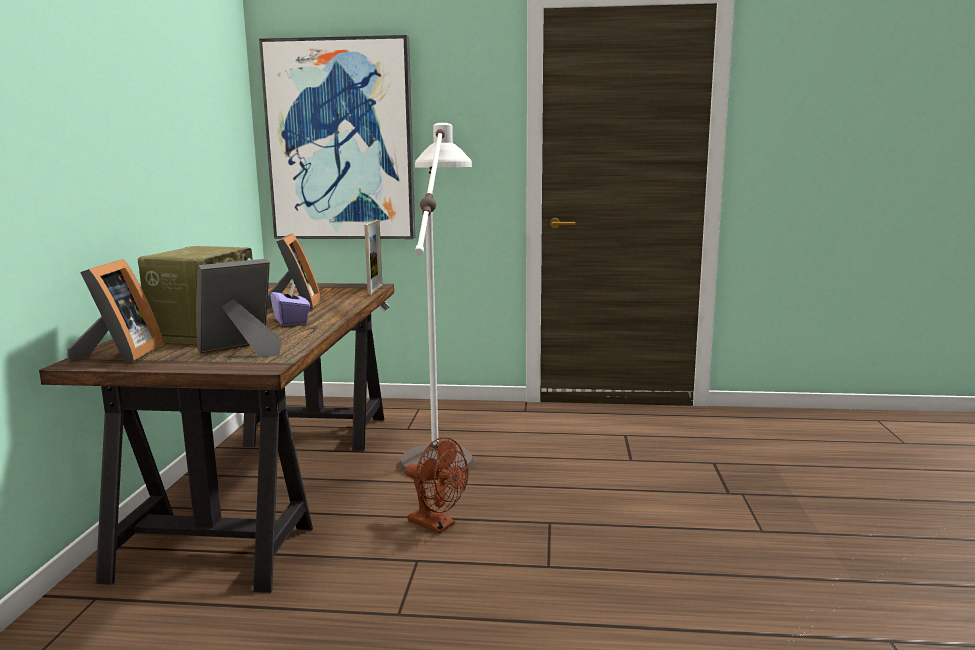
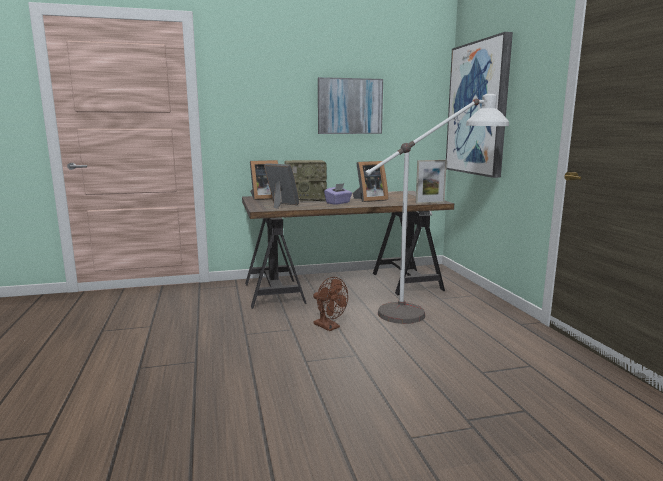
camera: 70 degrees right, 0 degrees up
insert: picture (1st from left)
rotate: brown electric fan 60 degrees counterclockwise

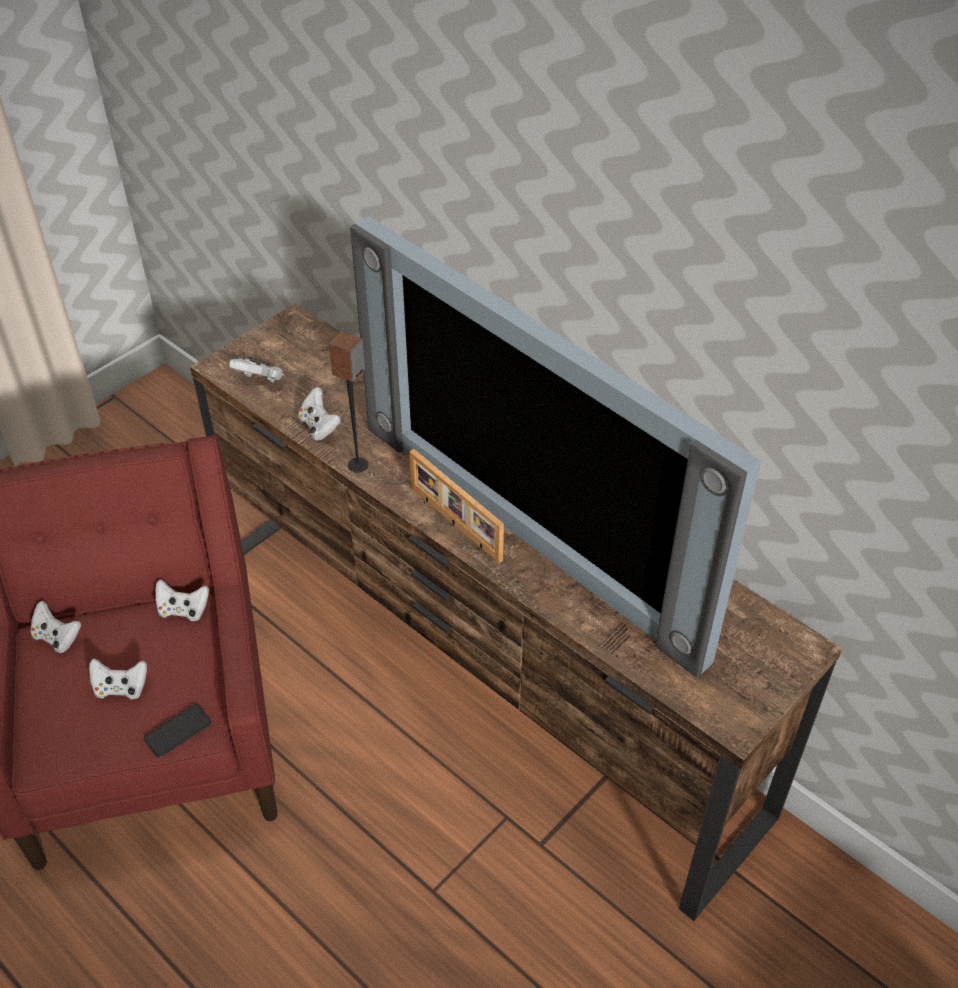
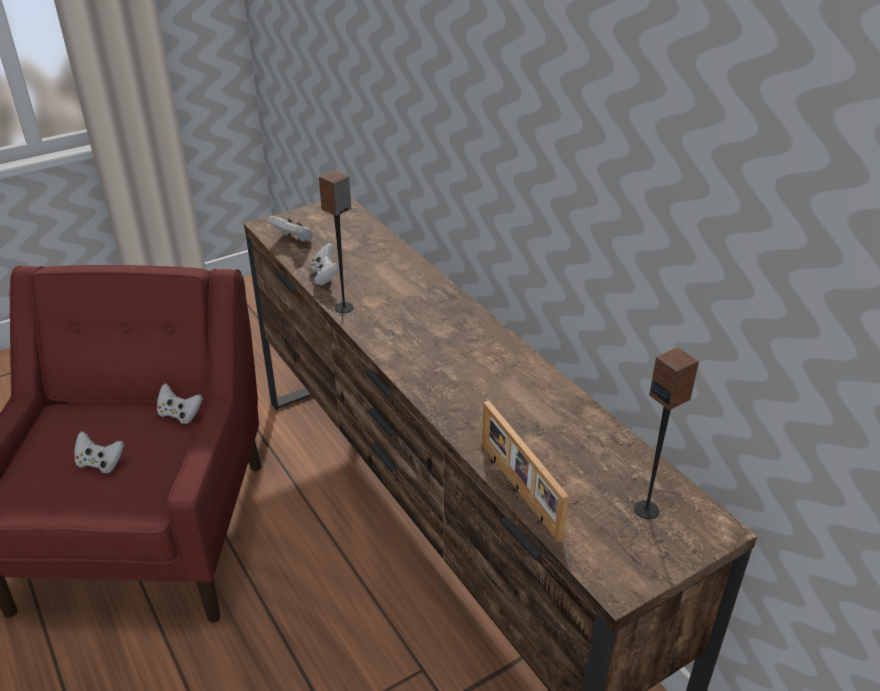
camera: 15 degrees right, 10 degrees down
delete: whitish gamepad (1st from left); phone; TV
insert: audio speaker (2nd from left)
move: photo frame

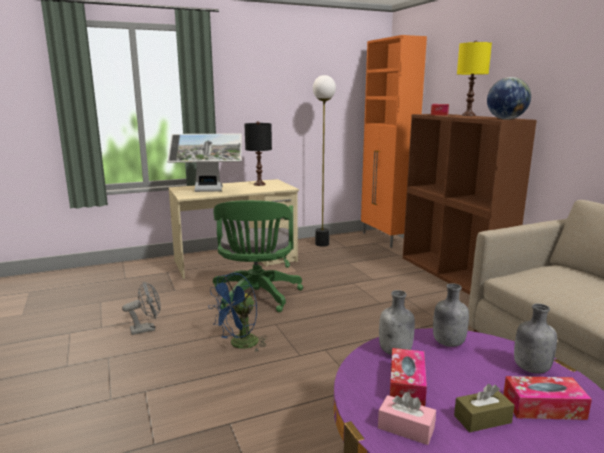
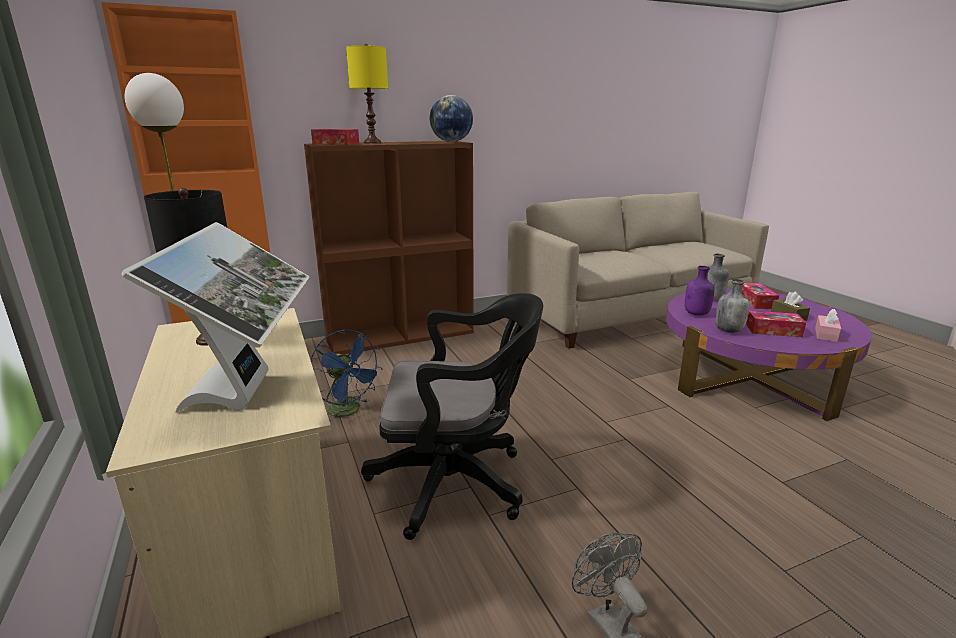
camera: 90 degrees left, 5 degrees up
move: blue electric fan
recolor: green-coloured computer chair to black computer chair; gray bottle (2nd from left) to purple bottle

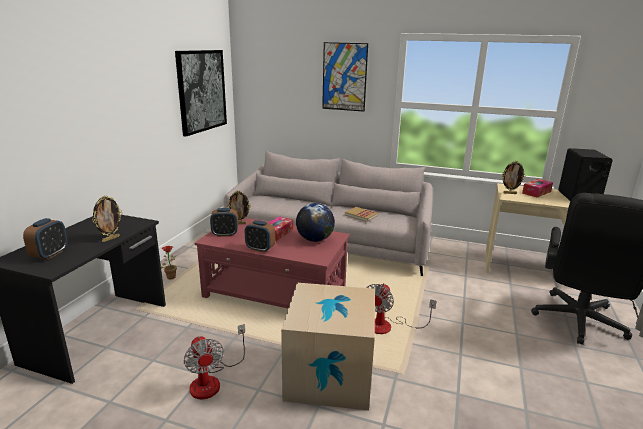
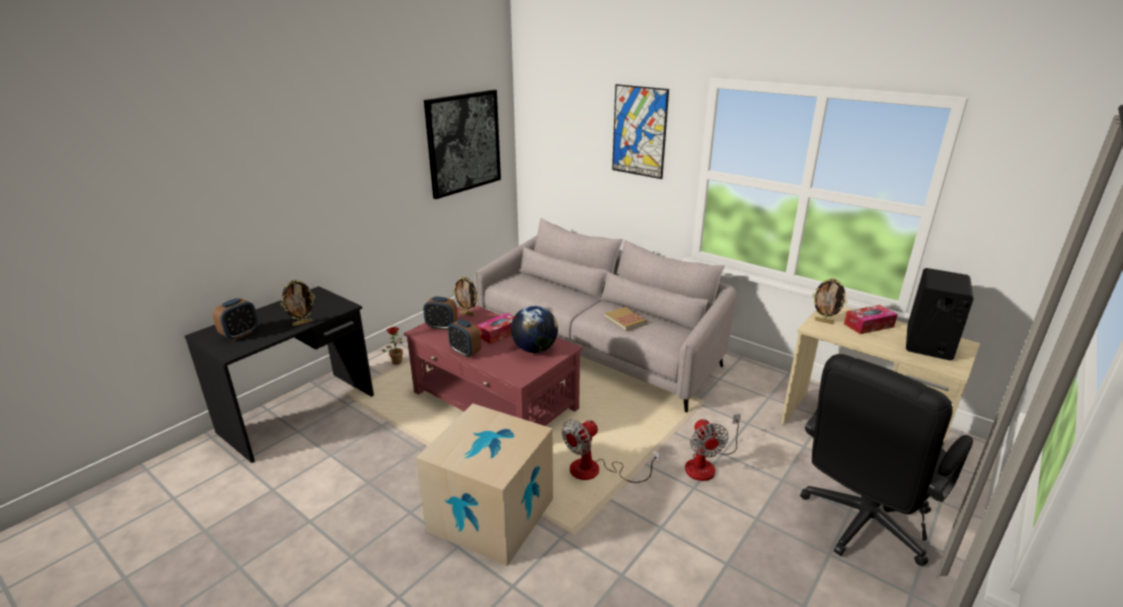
camera: 20 degrees right, 5 degrees up
move: electric fan (1st from left in the first image) to electric fan (2nd from left)

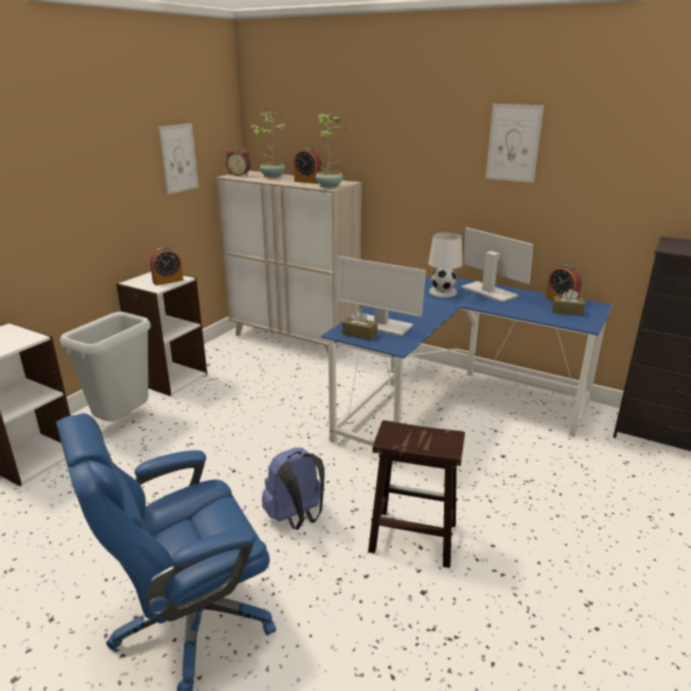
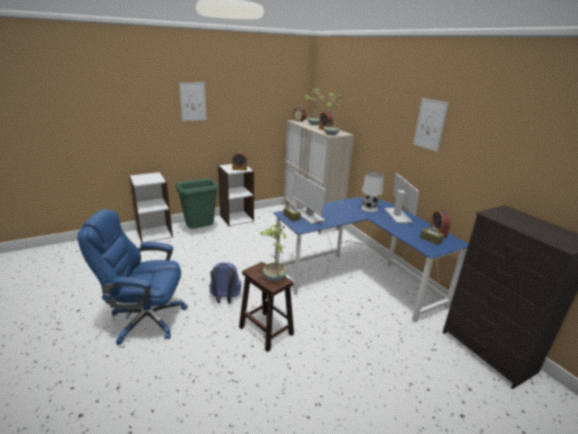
camera: 30 degrees right, 0 degrees up
insert: houseplant (1st from left)
move: picture (1st from left)
recolor: gray rubbish bin to green-coloured rubbish bin

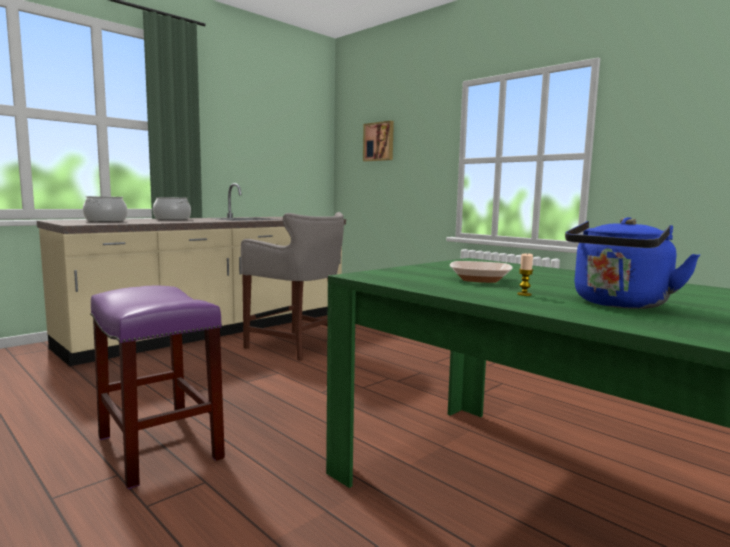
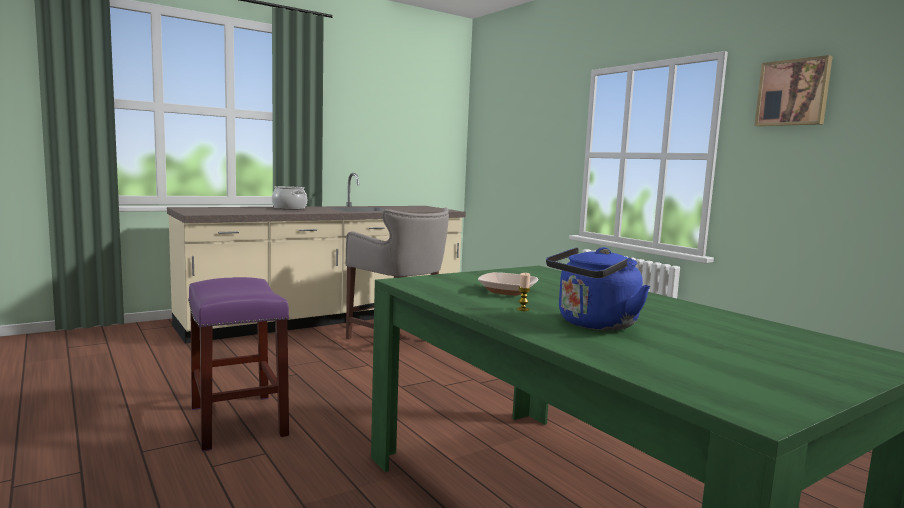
camera: 10 degrees right, 0 degrees up
delete: saucepot (1st from left)
move: picture

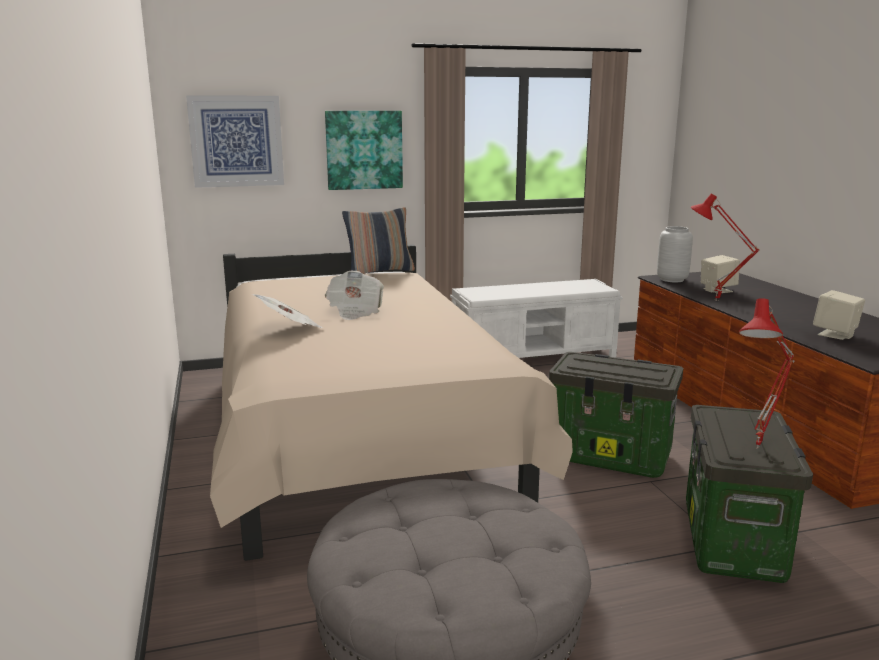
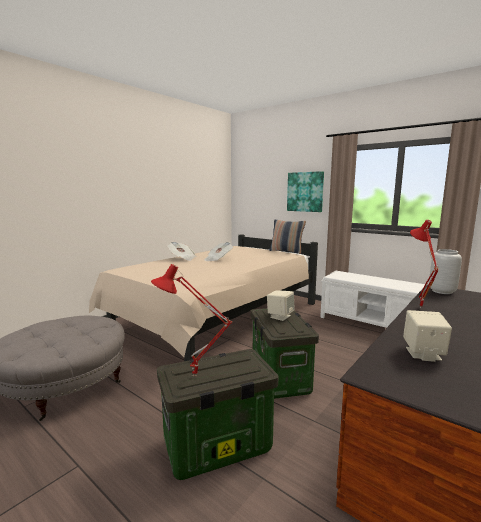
camera: 55 degrees right, 5 degrees down
delete: picture (1st from left)
move: sand-coloured audio speaker (1st from left)

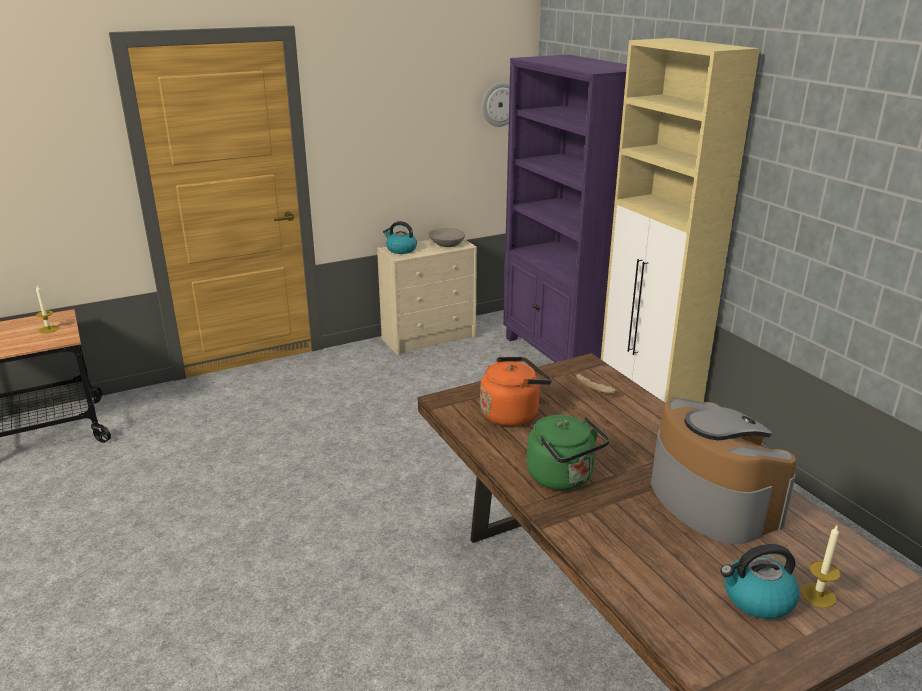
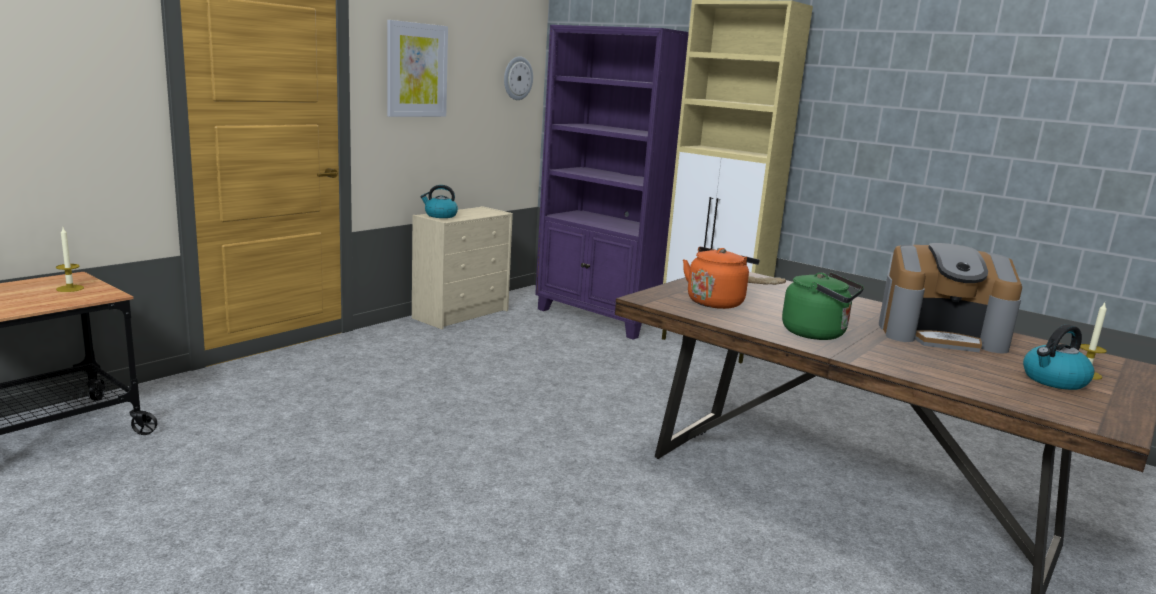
camera: 25 degrees left, 10 degrees down
delete: gray serving bowl
insert: picture
rotate: coffee maker 150 degrees clockwise

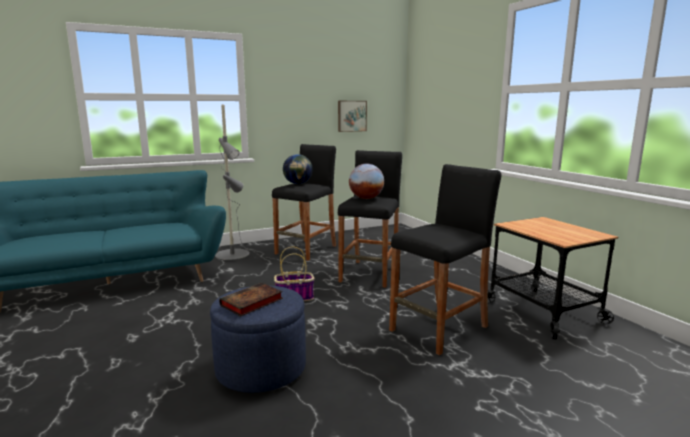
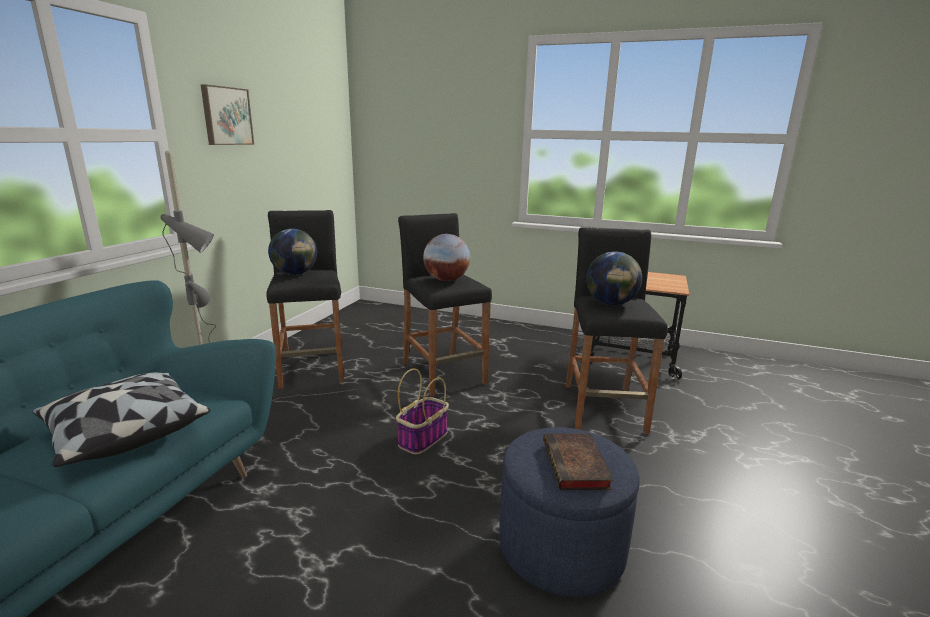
camera: 45 degrees left, 5 degrees up
insert: throw pillow; world globe (3rd from left)
move: picture

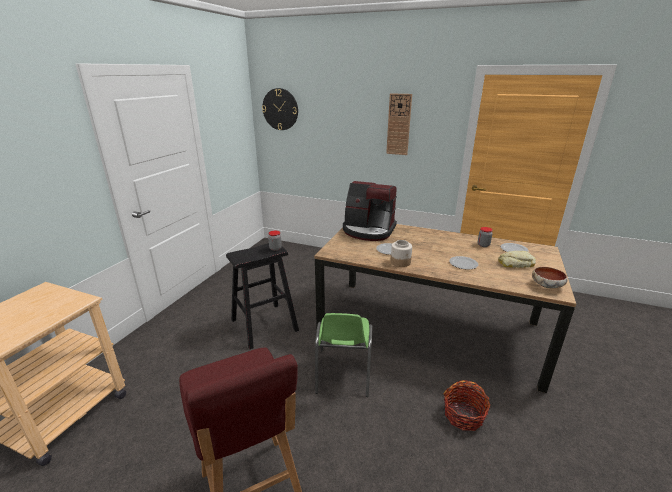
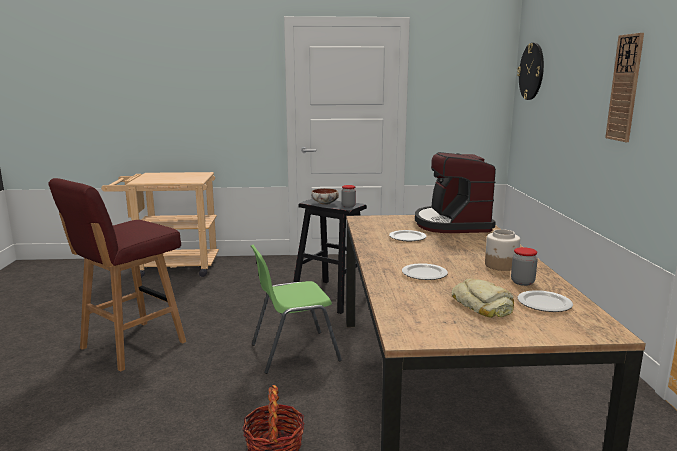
camera: 65 degrees right, 10 degrees down
move: preserve jar (2nd from left); serving bowl

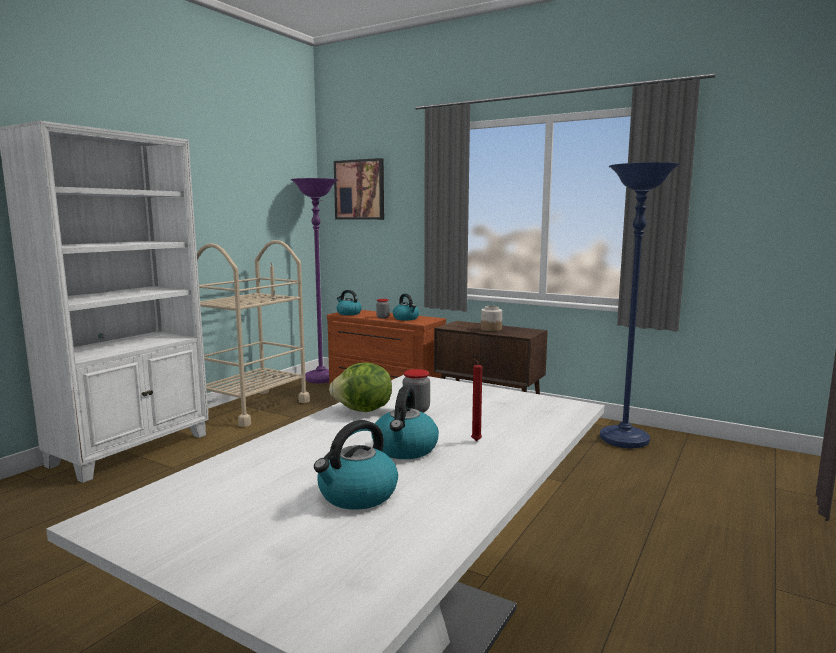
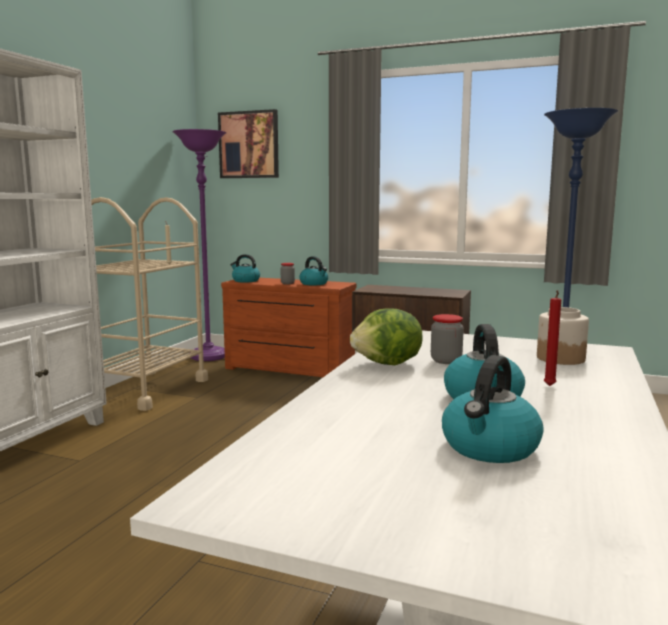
camera: 10 degrees left, 0 degrees up
move: preserve jar (3rd from left)

